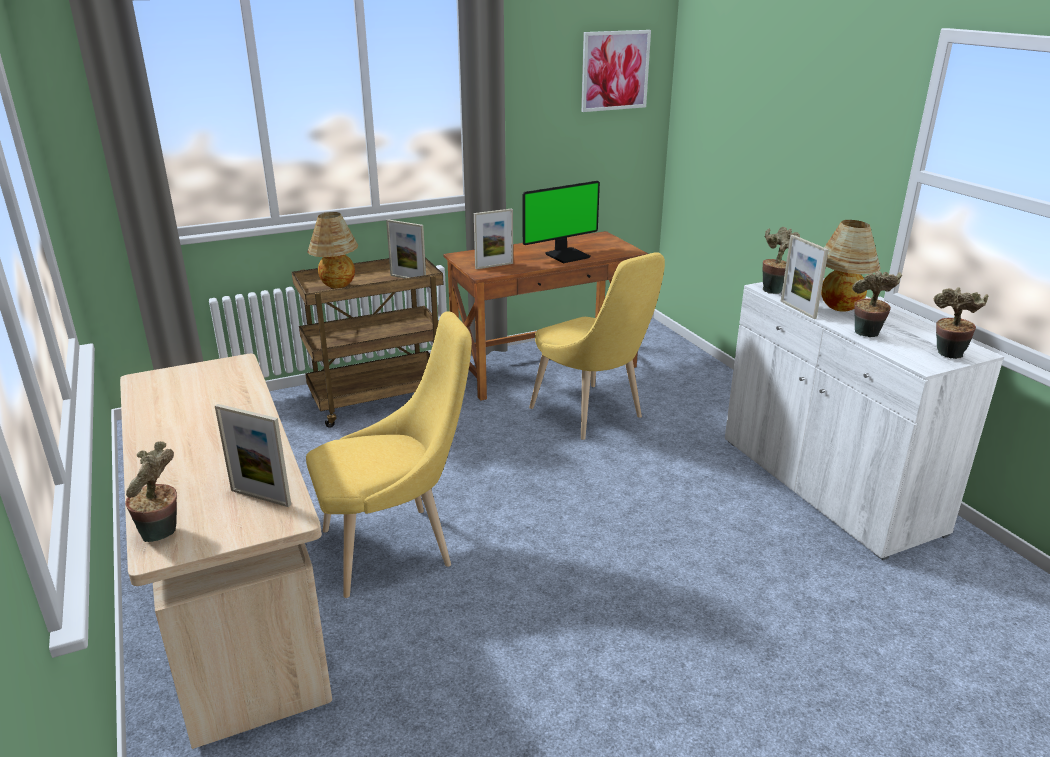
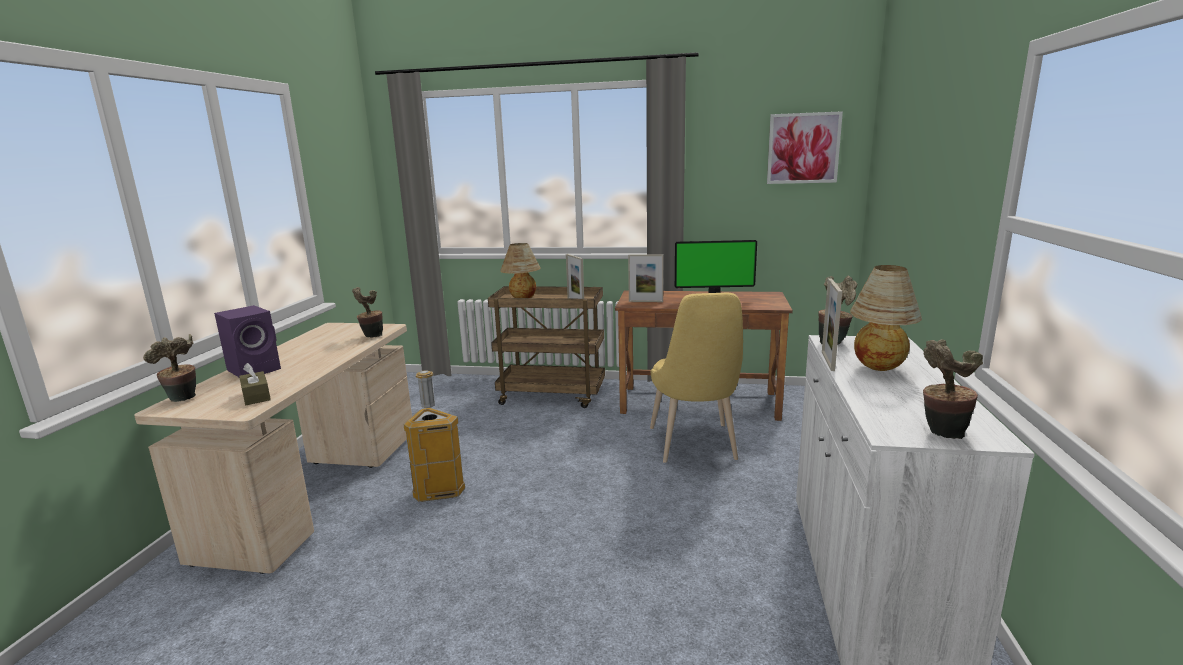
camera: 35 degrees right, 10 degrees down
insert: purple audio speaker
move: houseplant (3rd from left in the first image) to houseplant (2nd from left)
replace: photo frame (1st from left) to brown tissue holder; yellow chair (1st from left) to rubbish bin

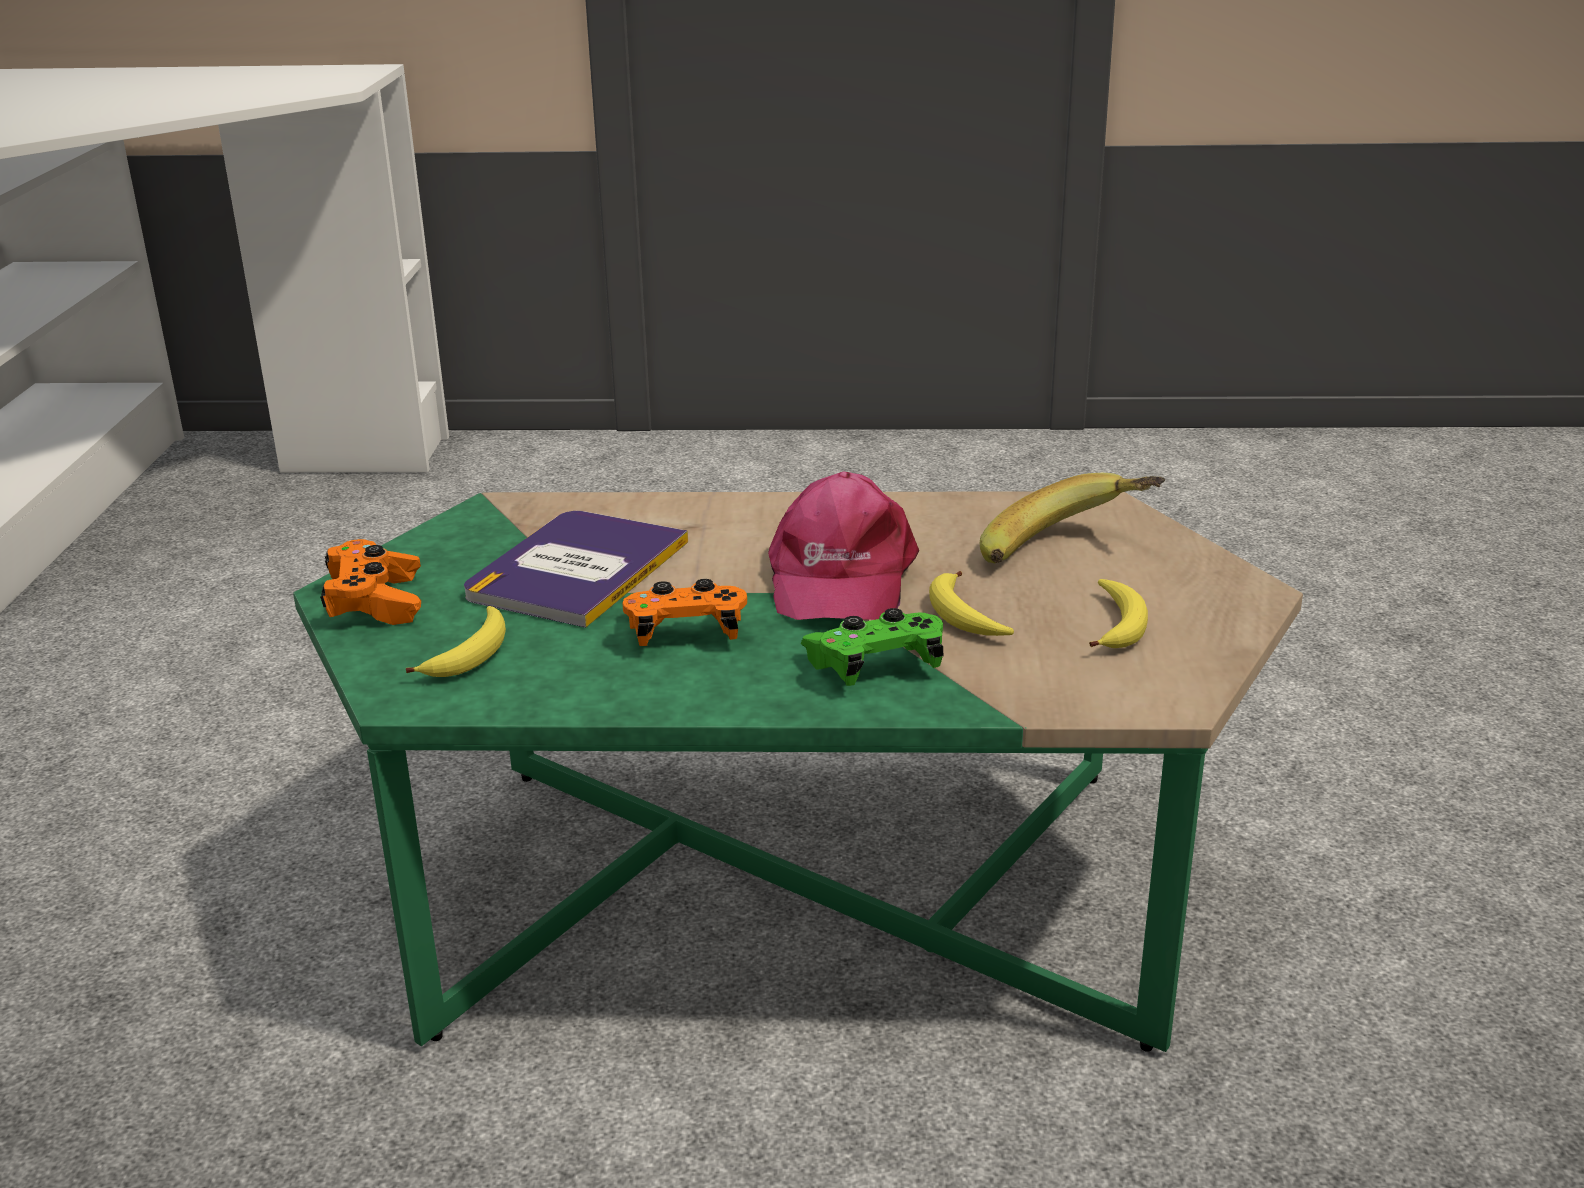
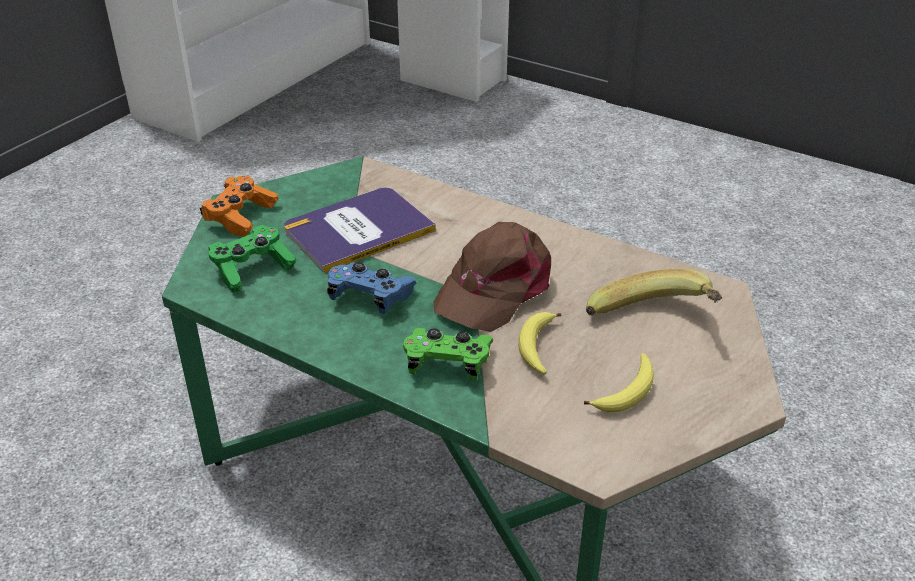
camera: 30 degrees right, 10 degrees up
replace: whole banana (1st from left) to green-coloured gamepad (1st from left)
recolor: orange gamepad (2nd from left) to blue gamepad; pink-coloured peaked cap to brown peaked cap

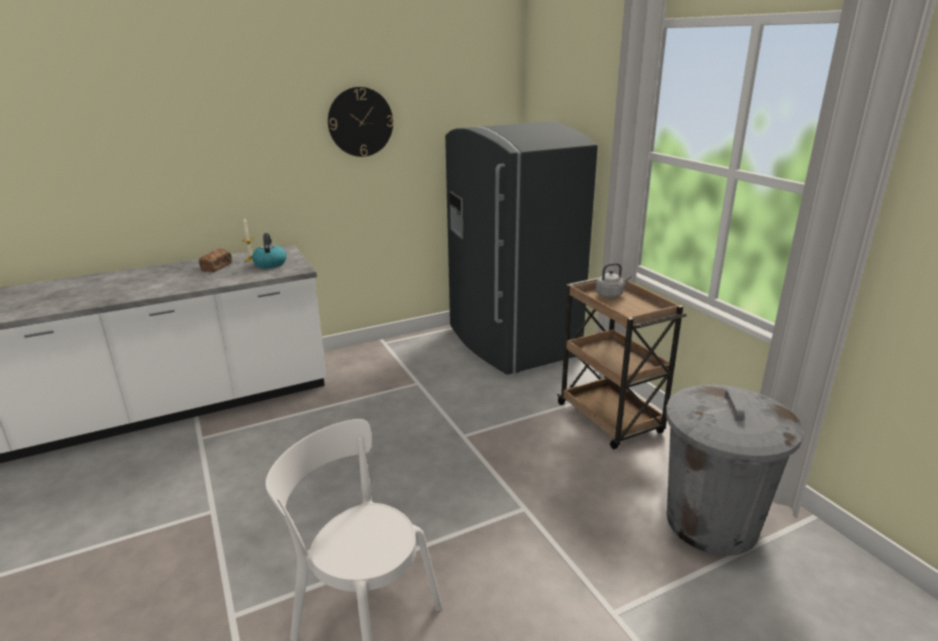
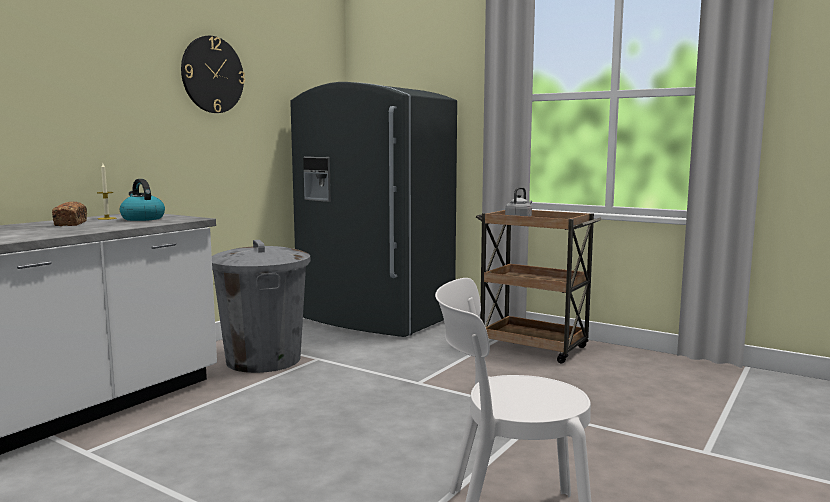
camera: 30 degrees left, 15 degrees down
move: gray rubbish bin

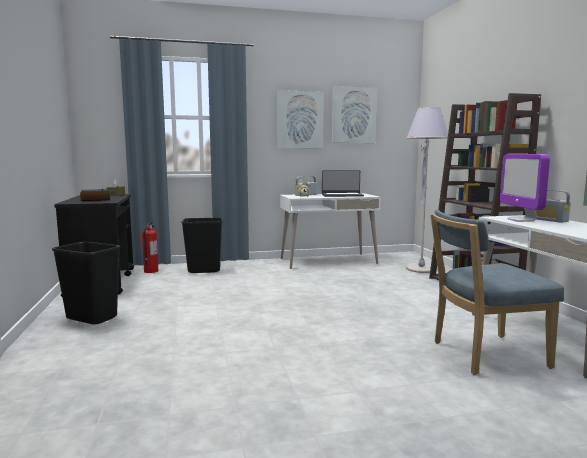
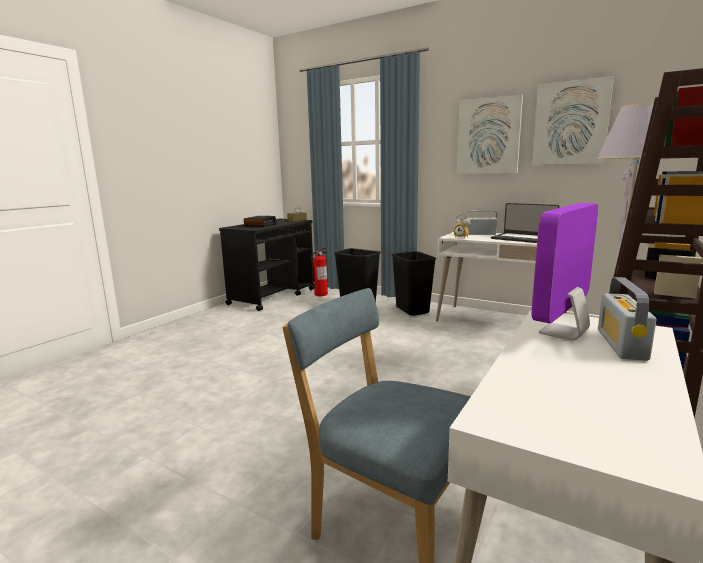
camera: 45 degrees right, 5 degrees up
move: black rubbish bin (1st from left in the first image) to black rubbish bin (2nd from left)

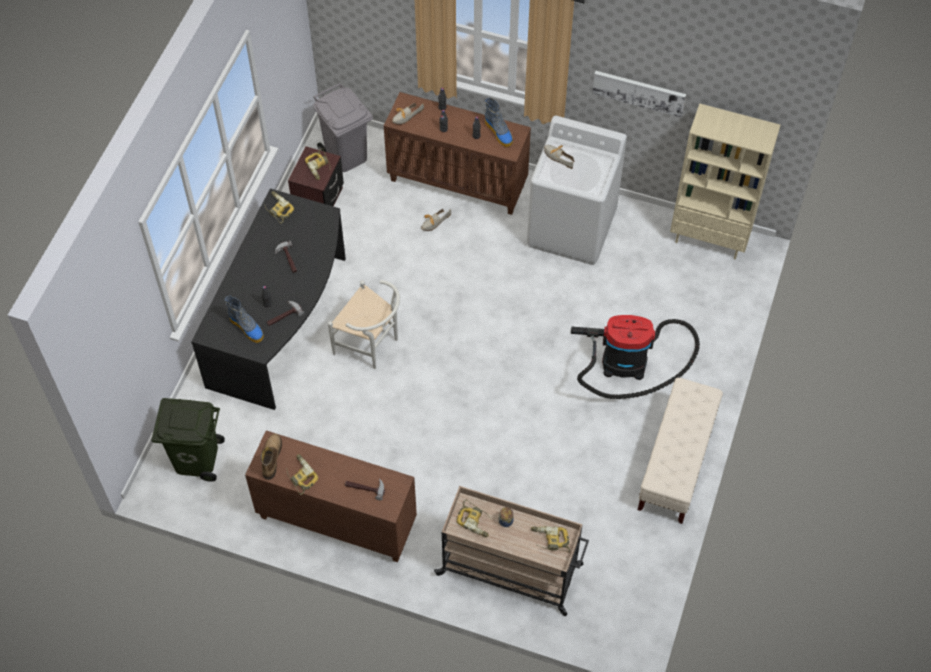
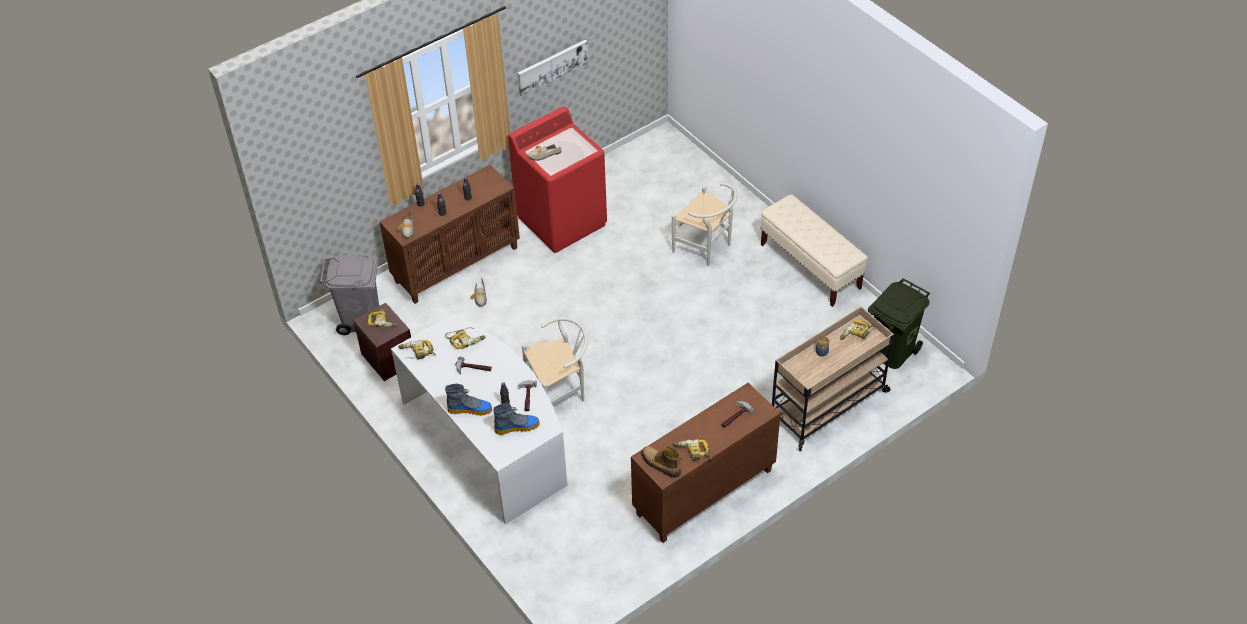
camera: 55 degrees left, 10 degrees down
delete: sand-coloured shelving unit
move: green-coloured rubbish bin; power drill (4th from left in the first image) to power drill (3rd from left); high-top boot (3rd from left in the first image) to high-top boot (1st from left)
replace: vacuum to whitish chair (2nd from left)
recolor: black desk unit to whitish desk unit; whitish laundry machine to reddish laundry machine

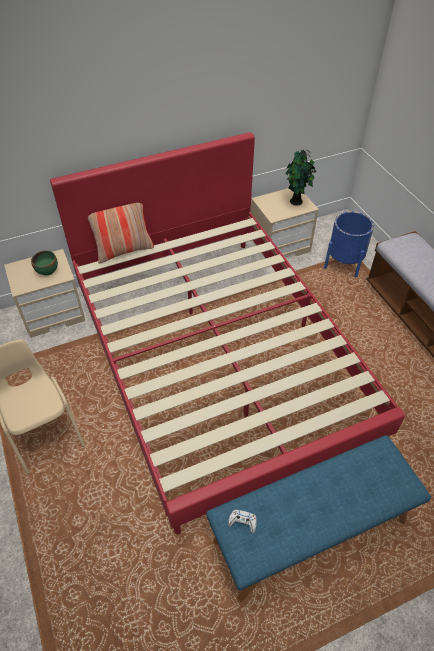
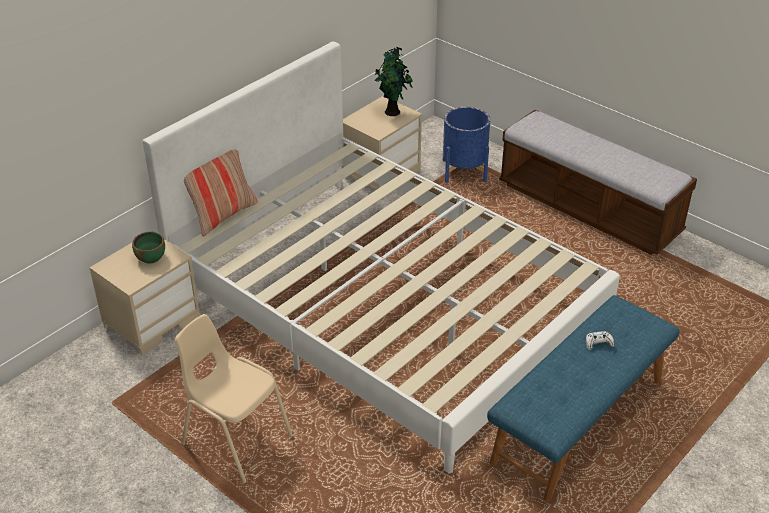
camera: 25 degrees left, 10 degrees down
move: whitish gamepad
recolor: reddish sleeping bed to whitish sleeping bed

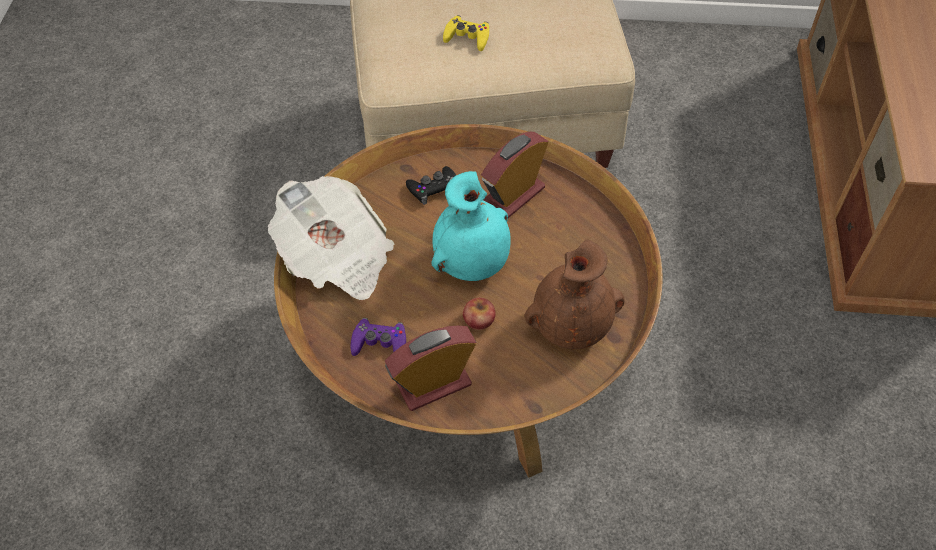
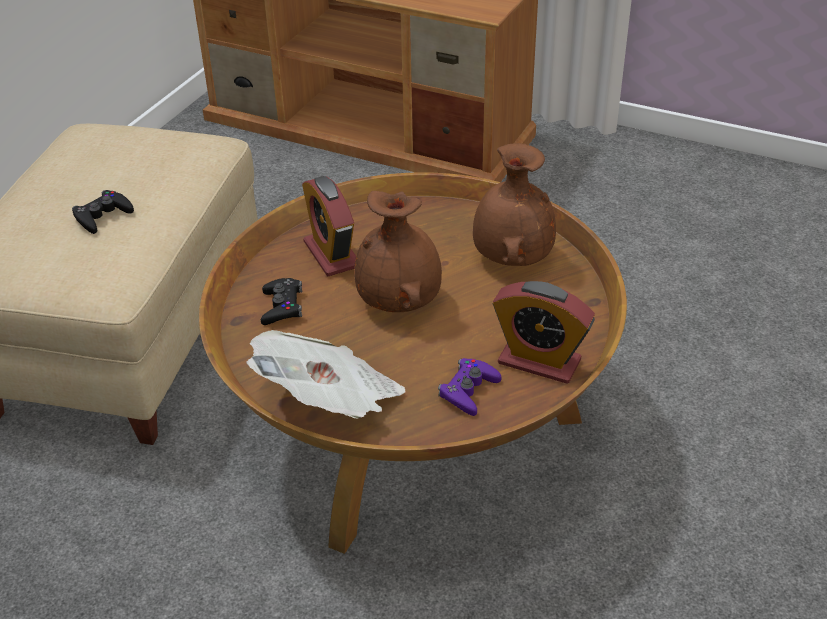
camera: 70 degrees left, 15 degrees down
delete: whole apple
recolor: turquoise decorative vase to brown decorative vase (1st from left); yellow gamepad to black gamepad (1st from left)
rotate: alarm clock (1st from left in the first image) 60 degrees counterclockwise

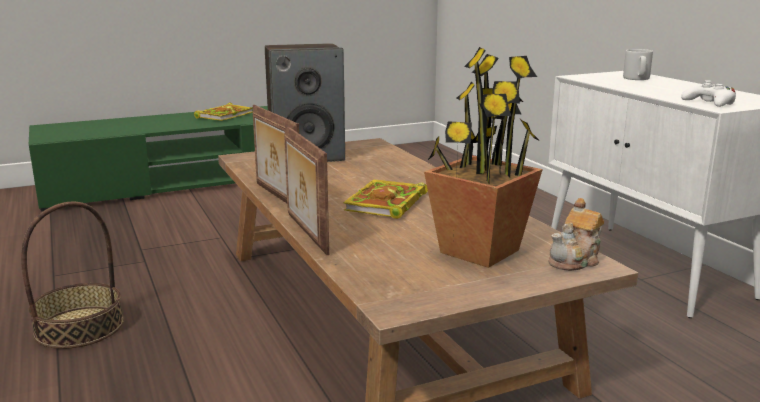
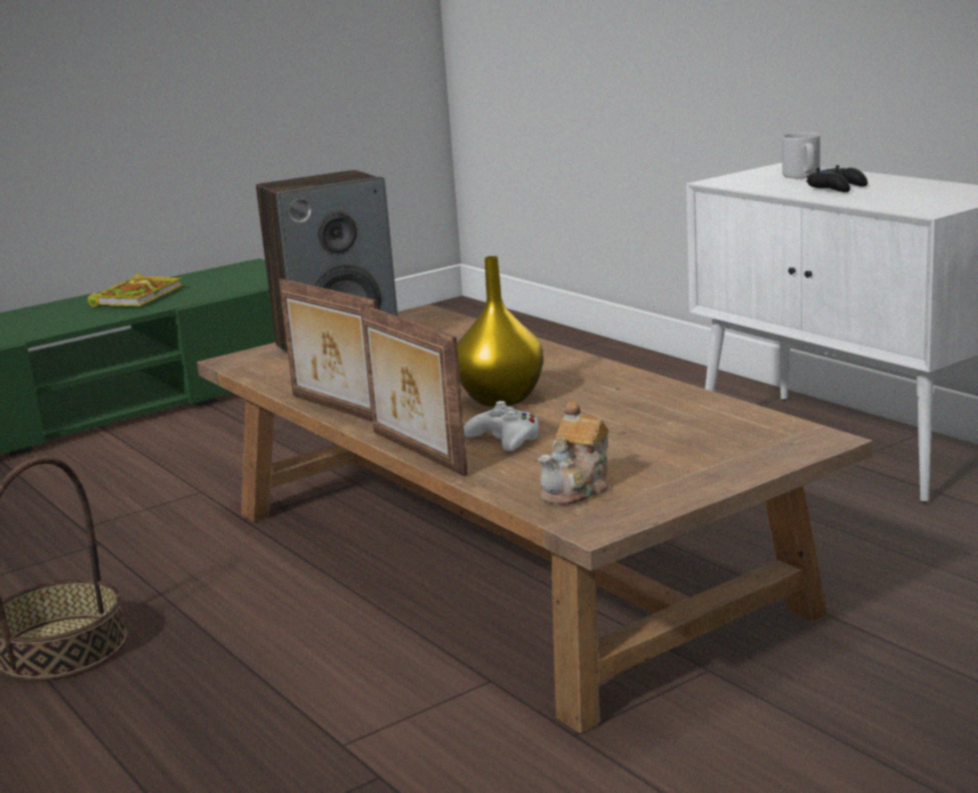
camera: 10 degrees left, 0 degrees up
delete: houseplant
insert: black gamepad
move: tea pot; whitish gamepad
replace: bound book (2nd from left) to yellow decorative vase

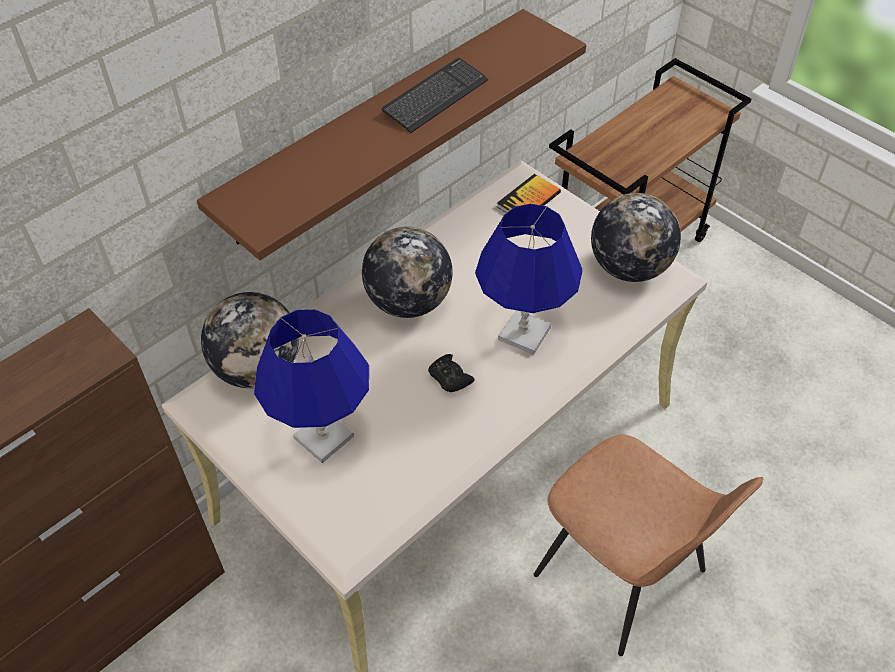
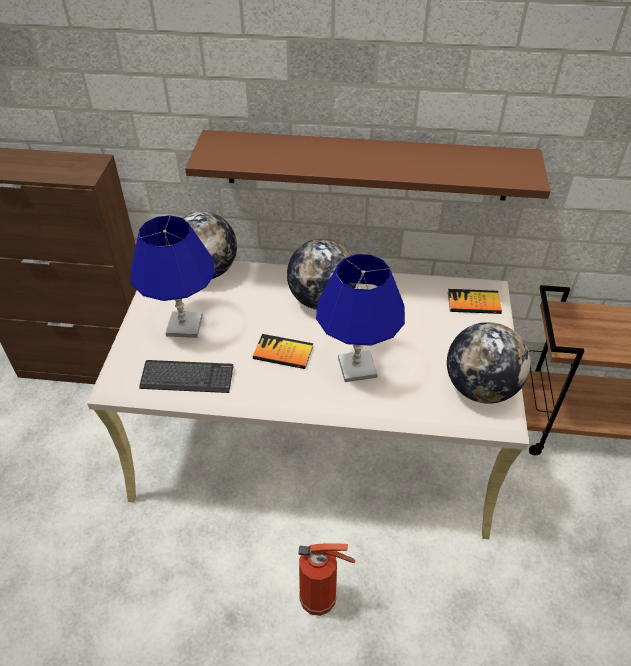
camera: 50 degrees right, 5 degrees down
move: computer keyboard
replace: black gamepad to bound book (1st from left); brown chair to fire-fighting cylinder

